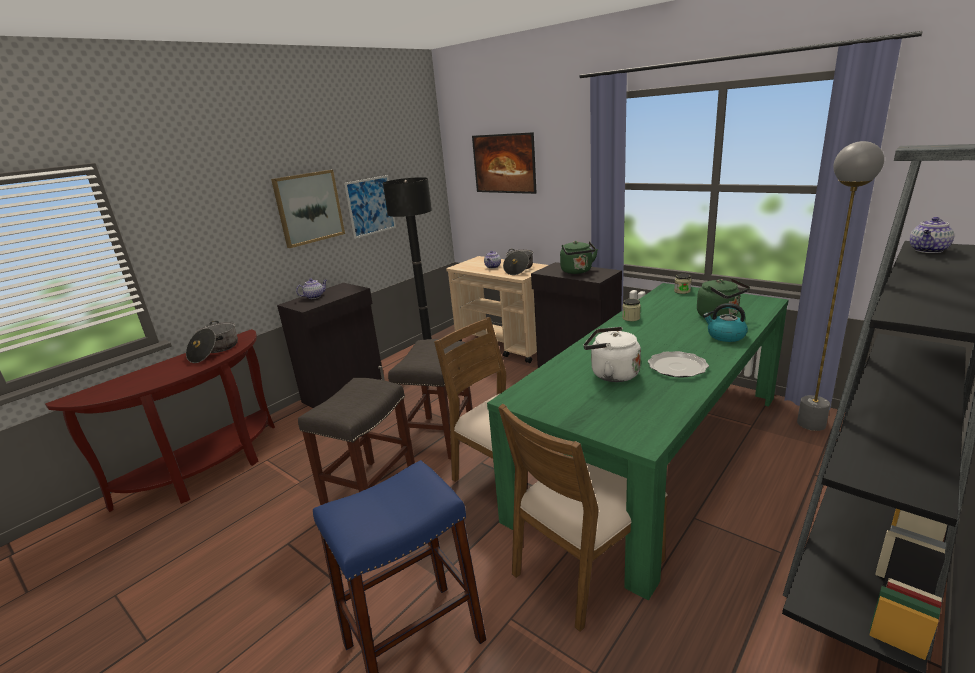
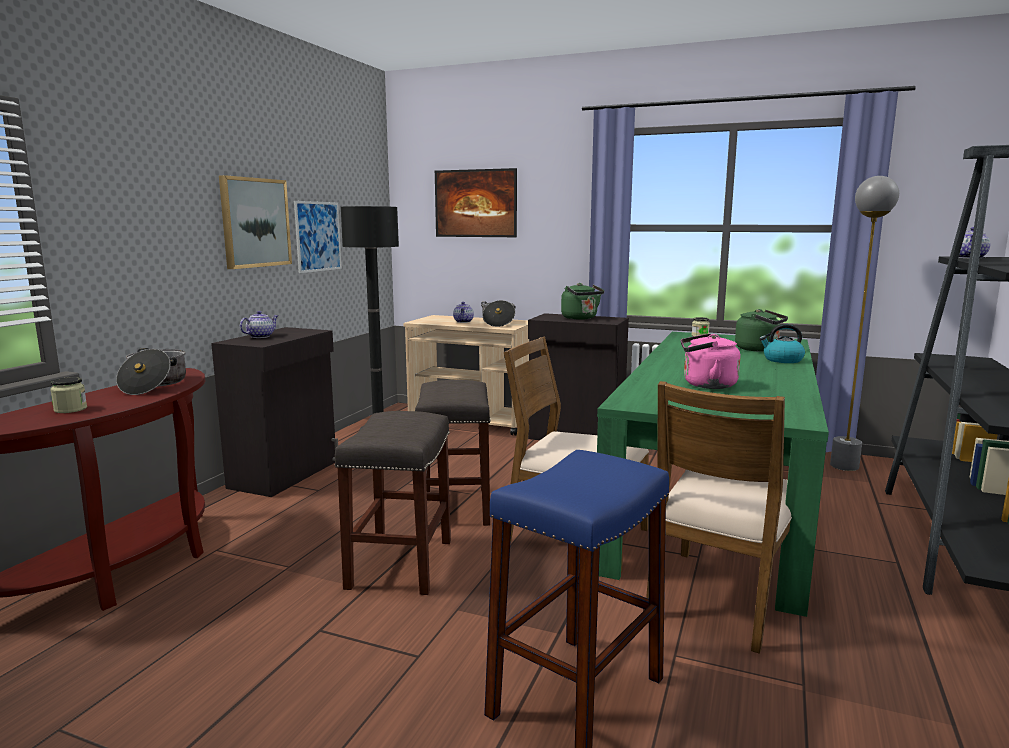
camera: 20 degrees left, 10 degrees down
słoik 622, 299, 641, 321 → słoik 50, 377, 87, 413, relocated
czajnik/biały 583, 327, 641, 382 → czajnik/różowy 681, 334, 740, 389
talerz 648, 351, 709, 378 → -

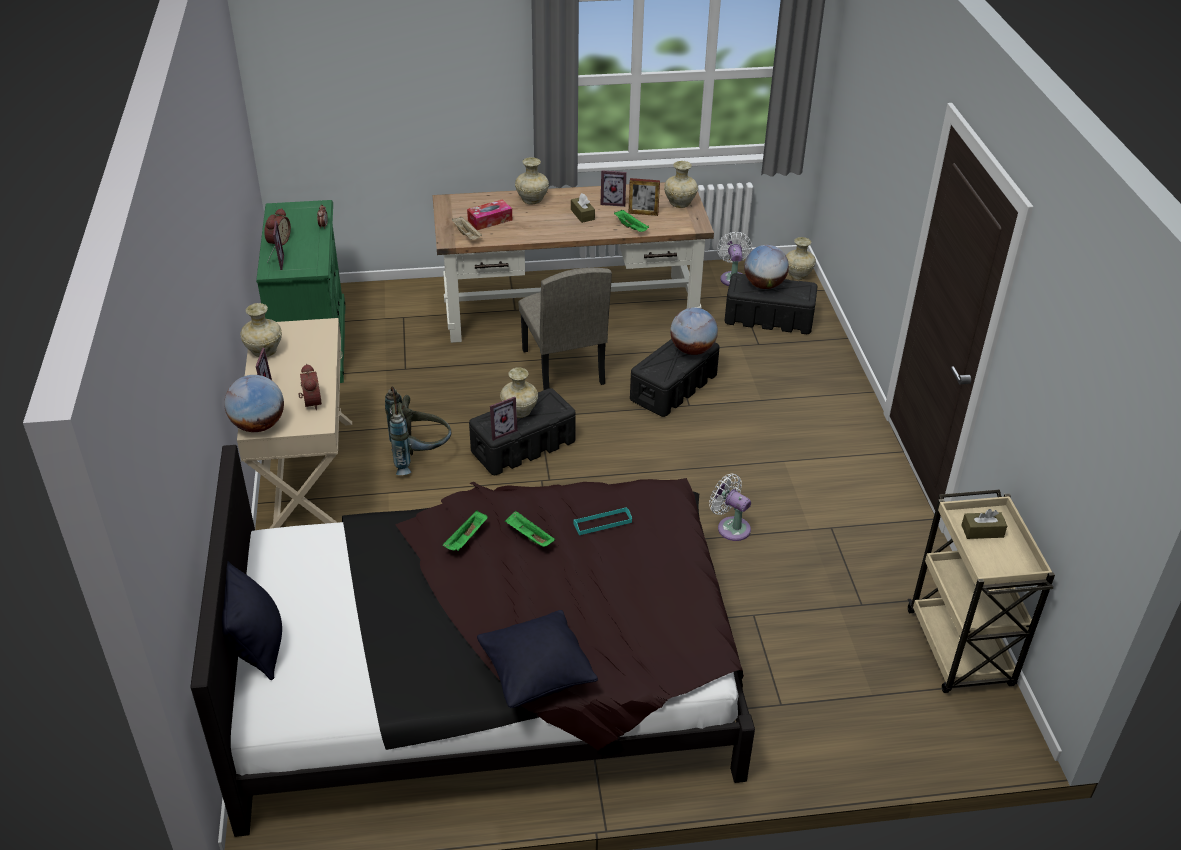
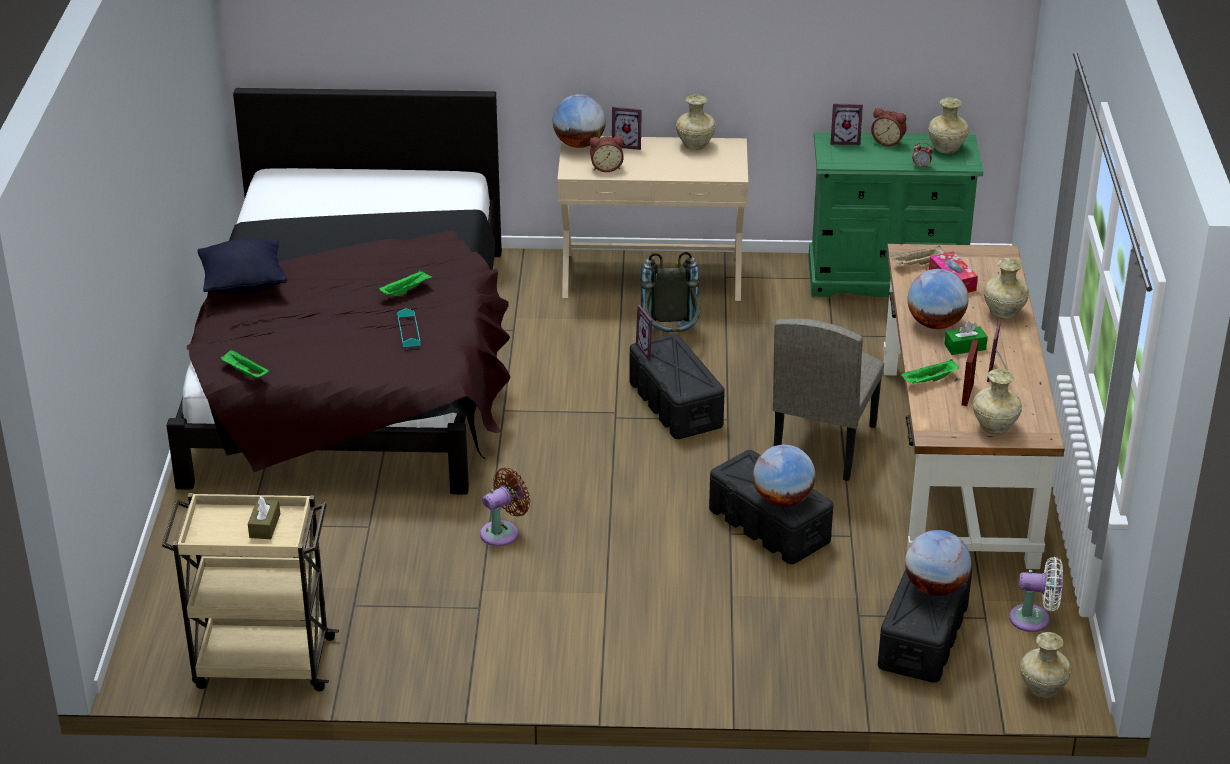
camera: 100 degrees right, 5 degrees down
pudełko chusteczek/brązowy 571, 193, 595, 223 → pudełko chusteczek/zielony 944, 321, 988, 355
krzesło/beżowy 518, 268, 612, 390 → krzesło/beżowy 773, 319, 884, 481, 60 degrees counterclockwise
wazon/beżowy 500, 367, 538, 418 → wazon/beżowy 928, 97, 969, 154, relocated
wentylator/biały 709, 474, 751, 541 → wentylator/brązowy 480, 468, 530, 546
taca/zielony 443, 510, 488, 551 → taca/zielony 220, 349, 269, 378, relocated
poduszka/czarny 222, 561, 282, 680 → -
- → globus 908, 269, 969, 329

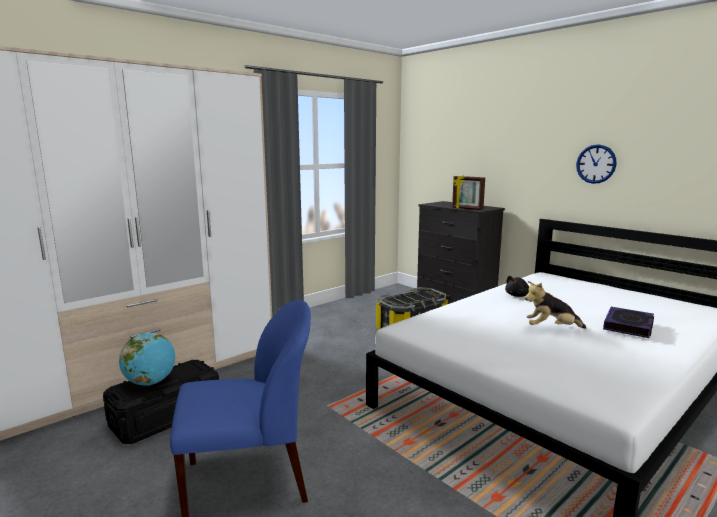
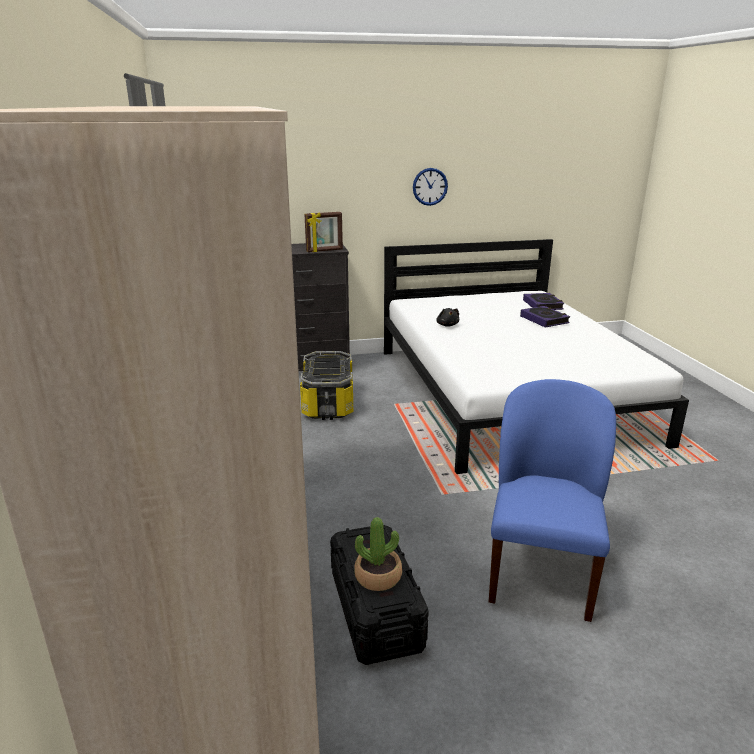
camera: 60 degrees left, 10 degrees up
pluszak 525, 281, 586, 329 → -
globus 119, 332, 175, 386 → roślina doniczkowa 354, 517, 402, 591
- → książka 523, 293, 564, 310

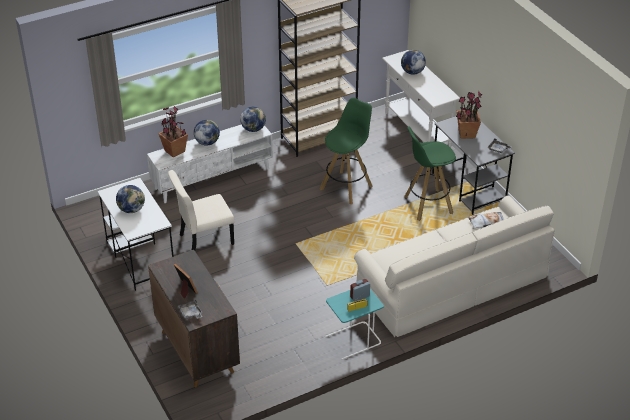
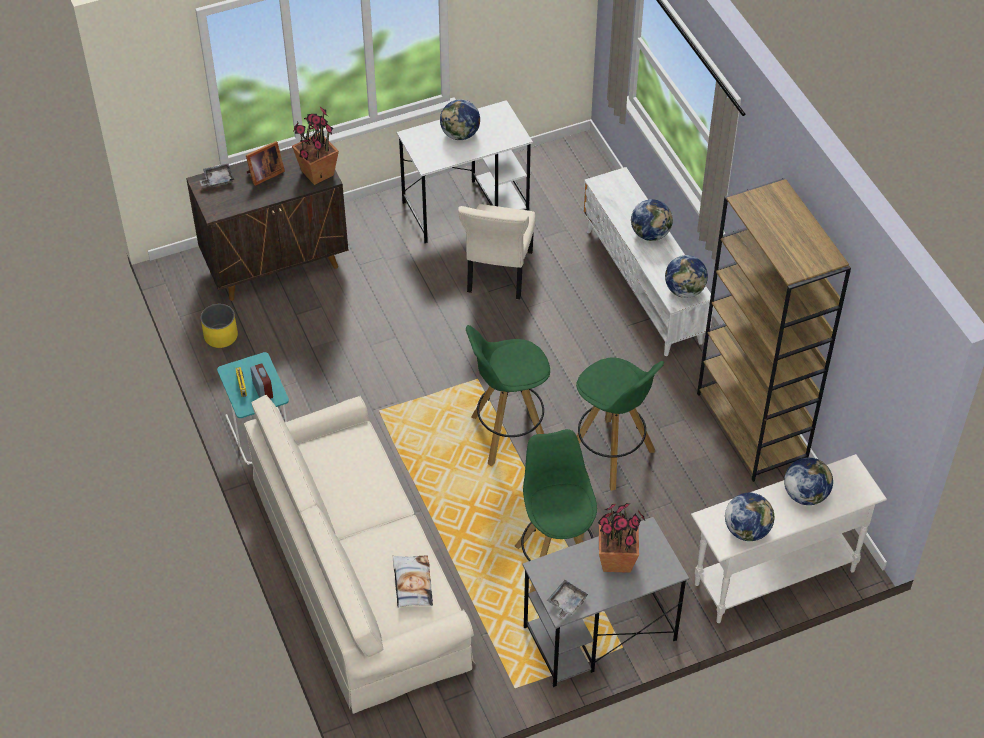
camera: 95 degrees right, 10 degrees up
roślina doniczkowa 158, 106, 188, 157 → roślina doniczkowa 292, 107, 339, 185, relocated
krzesło/beżowy 168, 170, 234, 250 → krzesło/beżowy 458, 204, 536, 300, 150 degrees counterclockwise
- → donica/żółty 201, 304, 238, 348
- → stołek/zielony 466, 325, 550, 467
- → globus 725, 493, 774, 541

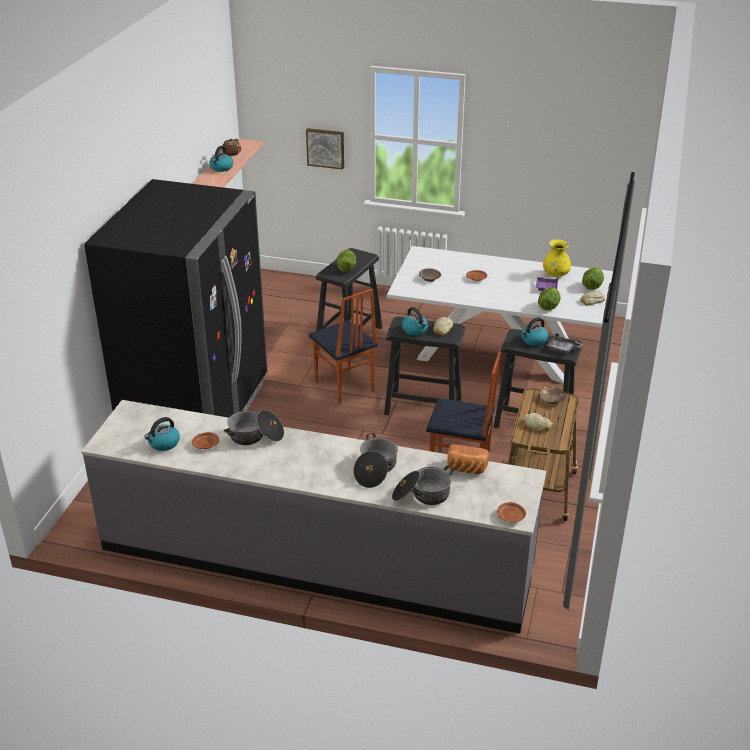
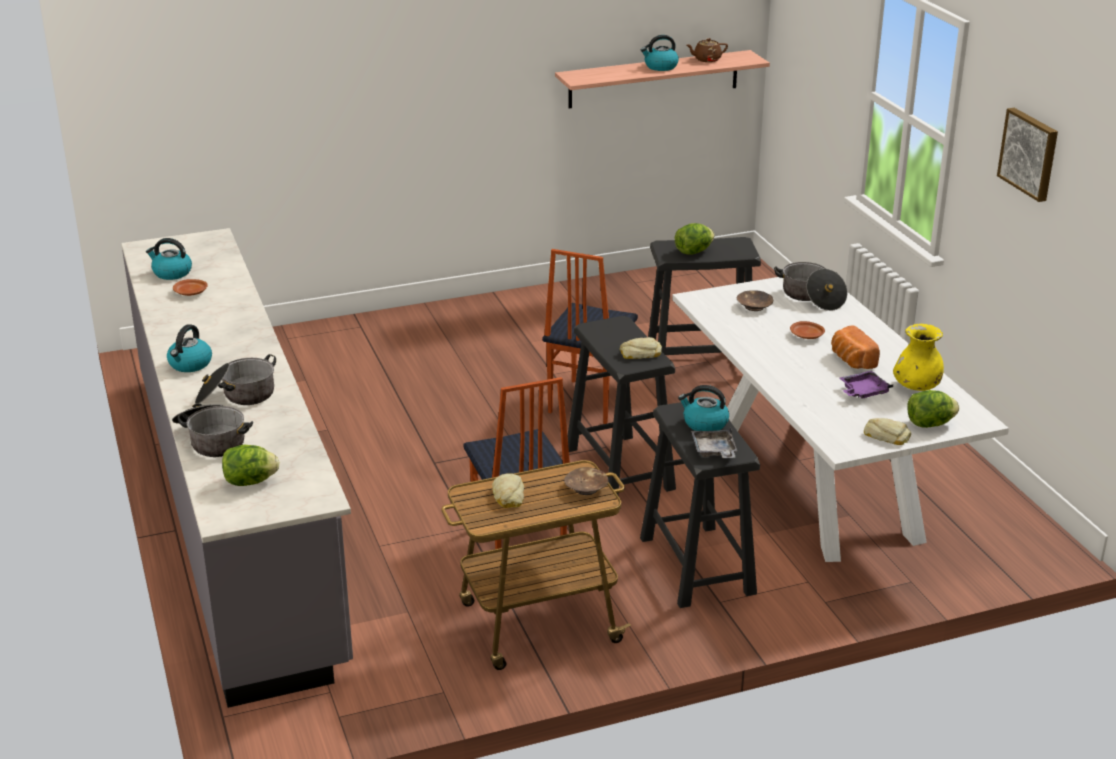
camera: 55 degrees right, 5 degrees down
obraz 306, 128, 344, 169 → obraz 997, 108, 1058, 202, relocated
lodówka/czarny 84, 179, 268, 418 → -
sałata 538, 287, 561, 310 → sałata 222, 445, 280, 486, relocated
czajnik 402, 307, 428, 336 → czajnik 167, 324, 212, 372, relocated
garnek 224, 410, 284, 445 → garnek 774, 262, 847, 311, relocated
chleb 448, 444, 489, 474 → chleb 831, 325, 880, 369, relocated
talerz/brązowy 497, 502, 526, 522 → -

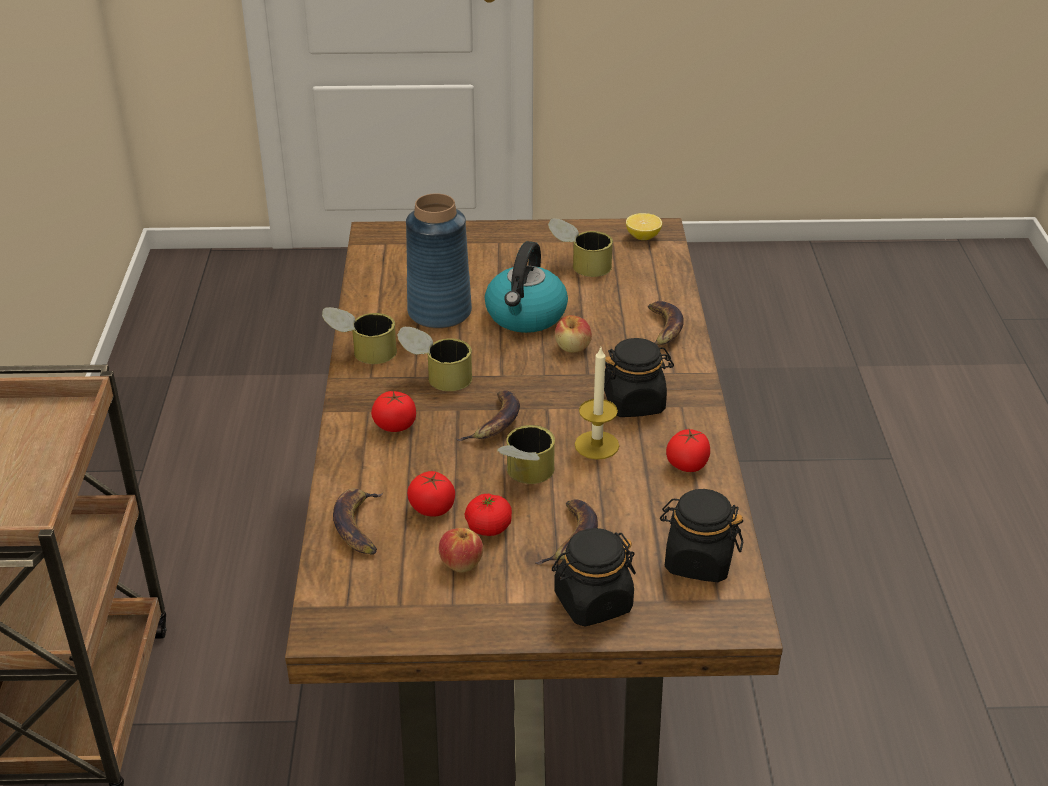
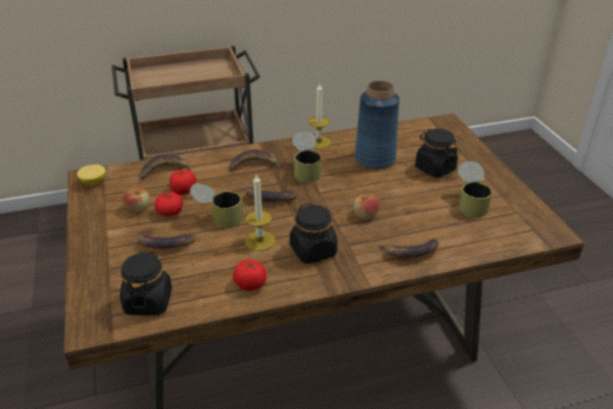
camera: 75 degrees right, 0 degrees up
cytryna 626, 213, 662, 240 → cytryna 77, 164, 105, 185, relocated
czajnik 485, 241, 568, 333 → -
puszka 322, 307, 397, 364 → świeca 309, 83, 331, 149
pomidor 371, 391, 416, 432 → banan 229, 150, 280, 171
słoik/czarny 552, 528, 636, 626 → słoik/czarny 415, 129, 458, 178, relocated

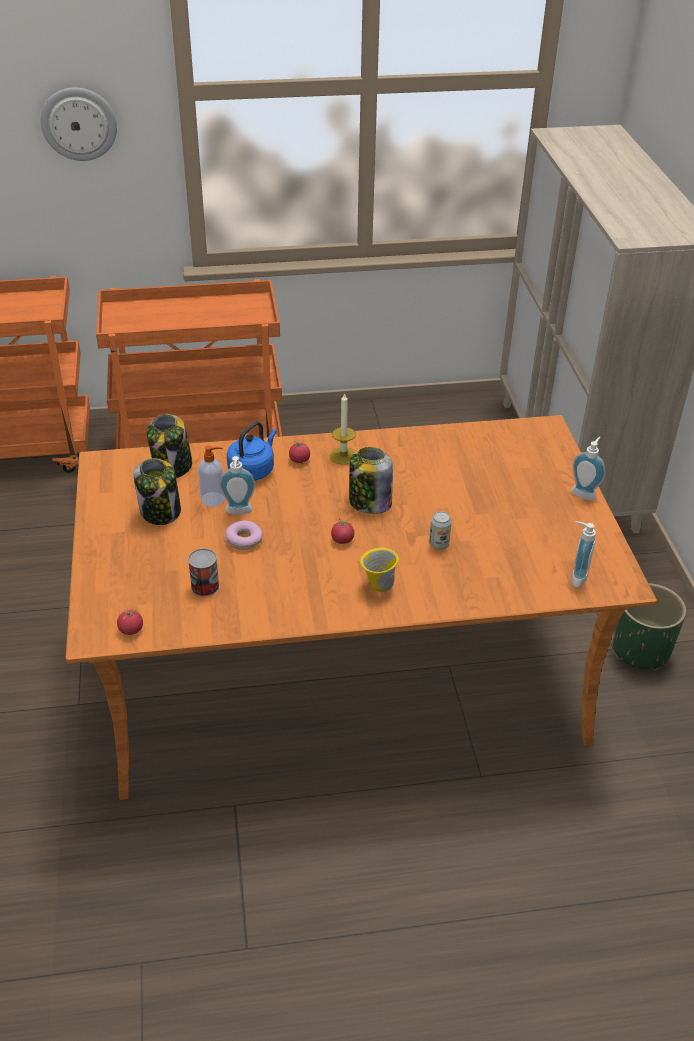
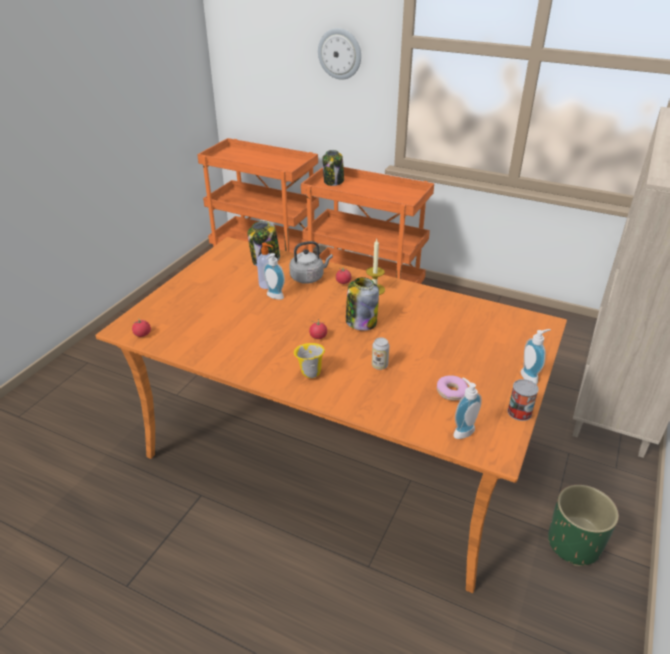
camera: 35 degrees right, 5 degrees down
czajnik/niebieski 227, 421, 277, 480 → czajnik/szary 289, 241, 333, 284
słoik 134, 458, 181, 525 → słoik 322, 150, 344, 186, relocated
donut 225, 521, 263, 550 → donut 437, 375, 468, 400, relocated
puszka 188, 548, 219, 597 → puszka 507, 379, 539, 421, relocated

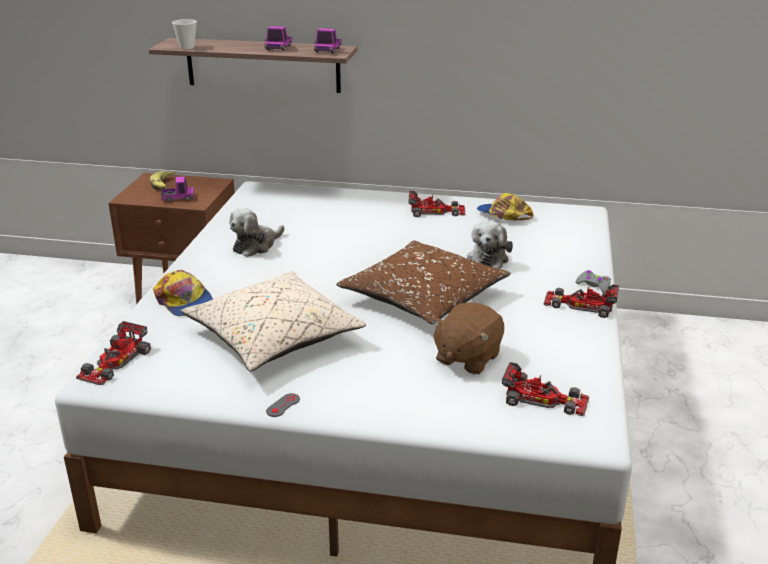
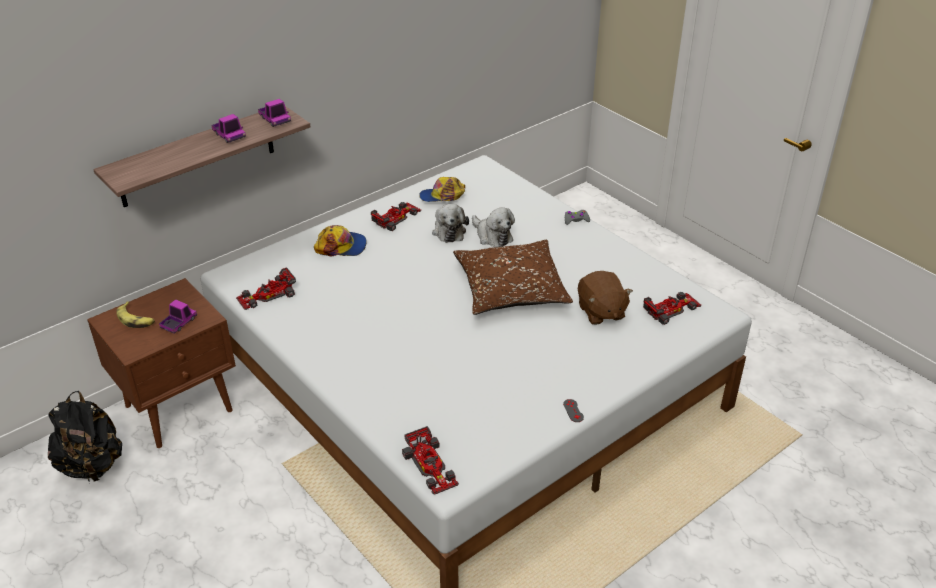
camera: 50 degrees left, 10 degrees up
filiżanka 172, 19, 197, 49 → -
pluszak 229, 208, 285, 257 → pluszak 432, 204, 469, 243, relocated
czapka z daszkiem 153, 270, 213, 316 → czapka z daszkiem 314, 225, 367, 256, relocated
poduszka/beżowy 181, 271, 366, 372 → -
samochodzik 543, 284, 619, 318 → samochodzik 236, 267, 296, 310, relocated
- → plecak/czarny 48, 391, 122, 484

